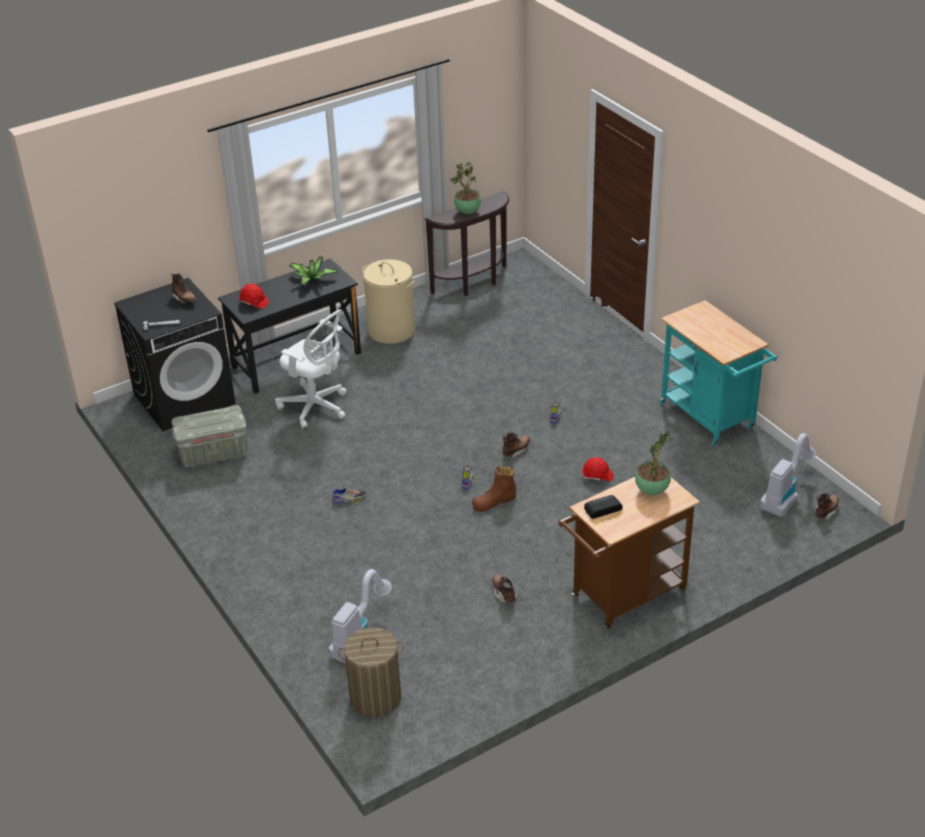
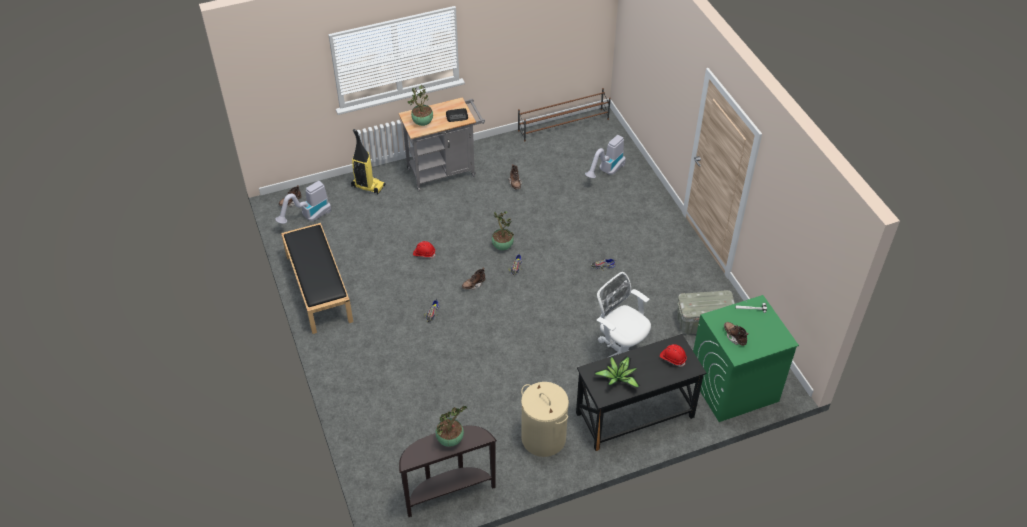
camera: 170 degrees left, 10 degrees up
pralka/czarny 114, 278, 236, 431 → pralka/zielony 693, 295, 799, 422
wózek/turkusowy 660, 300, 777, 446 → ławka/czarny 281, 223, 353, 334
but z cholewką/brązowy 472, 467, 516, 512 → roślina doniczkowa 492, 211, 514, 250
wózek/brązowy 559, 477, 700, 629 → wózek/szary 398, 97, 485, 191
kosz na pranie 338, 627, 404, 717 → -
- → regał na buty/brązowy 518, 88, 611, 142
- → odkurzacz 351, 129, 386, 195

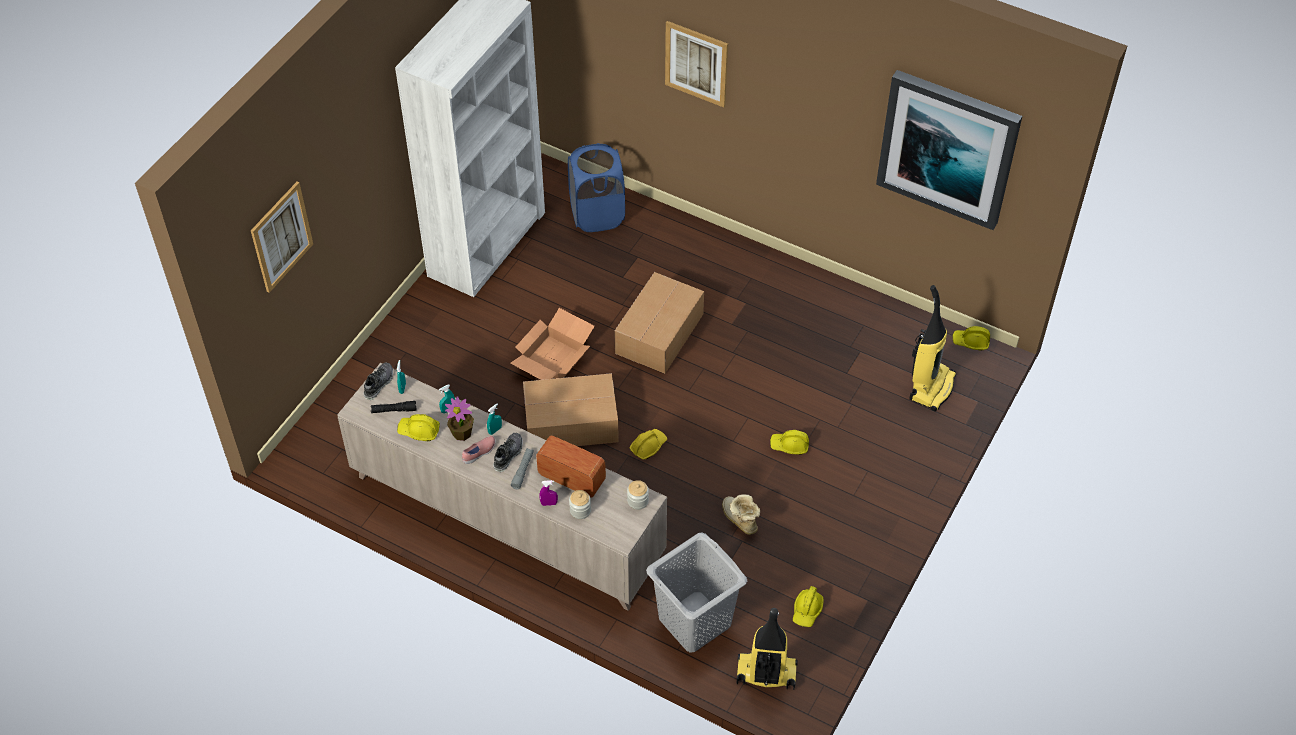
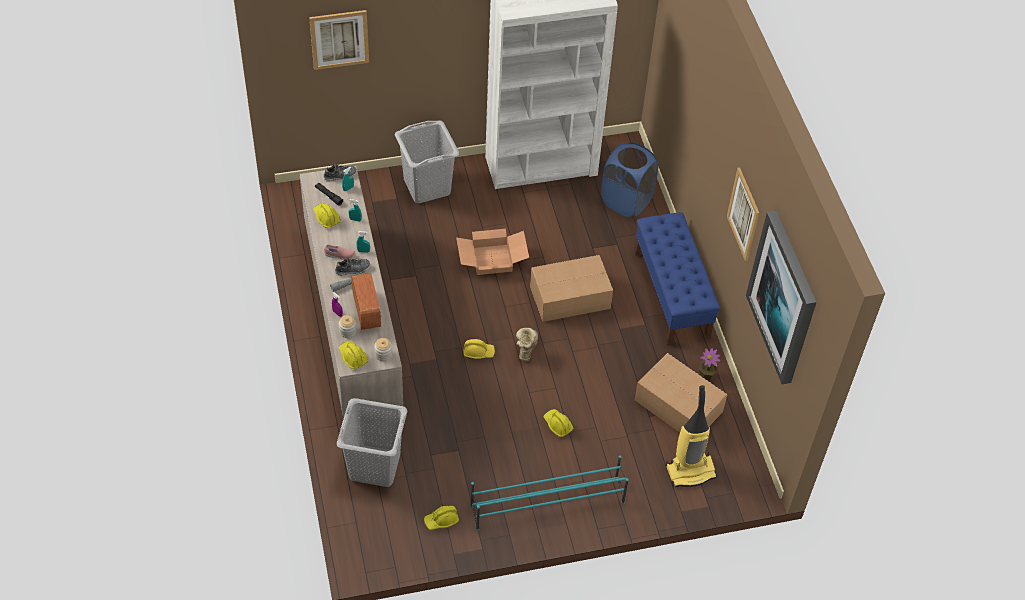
camera: 45 degrees right, 0 degrees up
obraz 665, 21, 728, 107 → obraz 727, 168, 759, 261, relocated
kask/żółty 952, 326, 990, 351 → kask/żółty 338, 341, 368, 369, relocated
karton 523, 373, 619, 446 → karton 635, 353, 727, 433, relocated
roślina doniczkowa 445, 396, 474, 441 → roślina doniczkowa 699, 348, 721, 382, relocated
but z cholewką 722, 494, 760, 535 → but z cholewką 516, 328, 538, 361, relocated
odkurzacz 737, 608, 798, 690 → -
- → kosz na pranie/szary 395, 120, 459, 203
- → ławka/niebieski 634, 212, 720, 346
- → regał na buty/turkusowy 470, 456, 629, 531

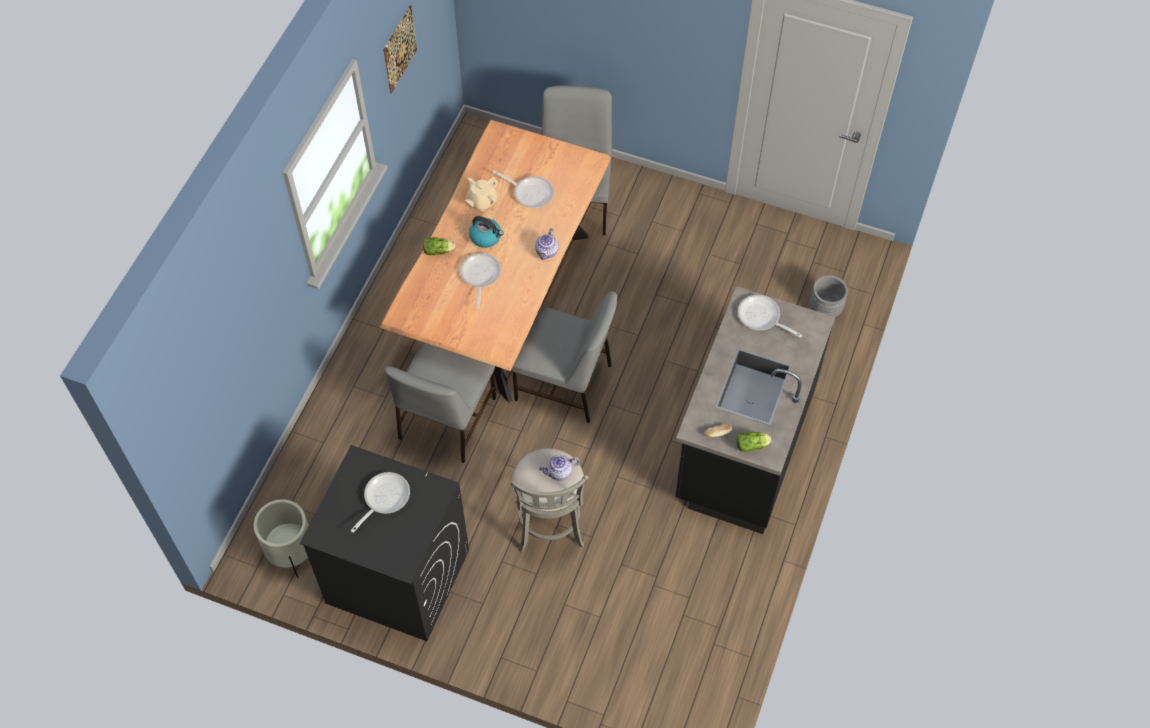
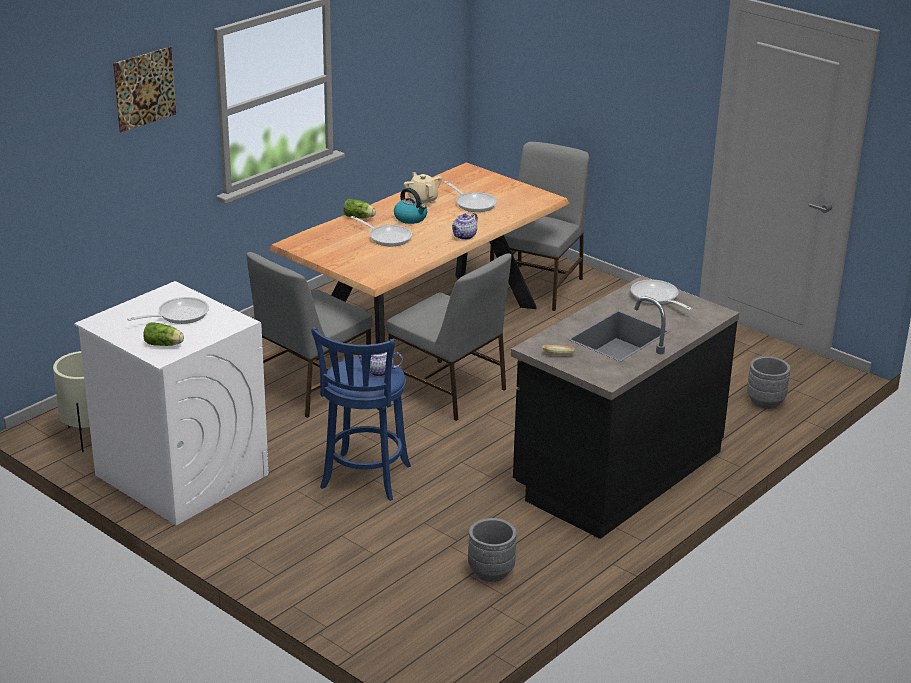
camera: 20 degrees right, 30 degrees down
obraz 383, 5, 417, 94 → obraz 113, 47, 176, 133, relocated
imbryk/beżowy 465, 177, 499, 211 → imbryk/beżowy 404, 172, 442, 203, 90 degrees clockwise
patelnia 460, 253, 501, 309 → patelnia 350, 216, 413, 246, 105 degrees clockwise
sałata 736, 432, 771, 452 → sałata 143, 322, 184, 346, relocated
pralka/czarny 300, 445, 469, 641 → pralka/biały 74, 281, 269, 525
stołek/szary 511, 448, 589, 552 → stołek/niebieski 311, 327, 411, 501
- → donica/szary 468, 518, 516, 582

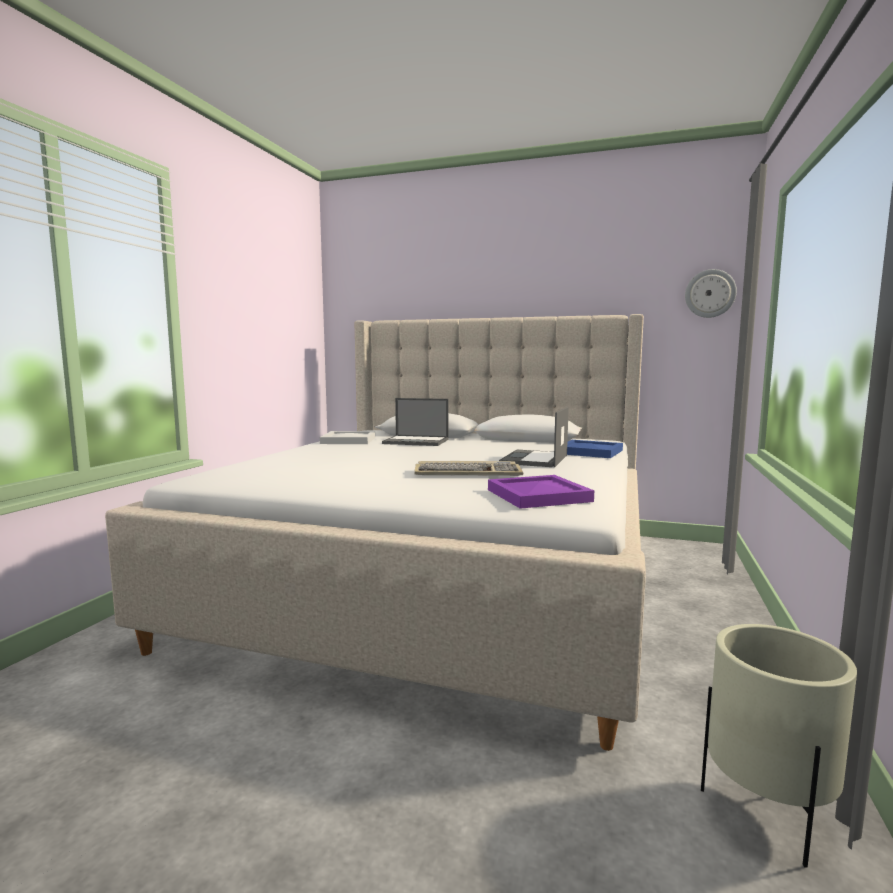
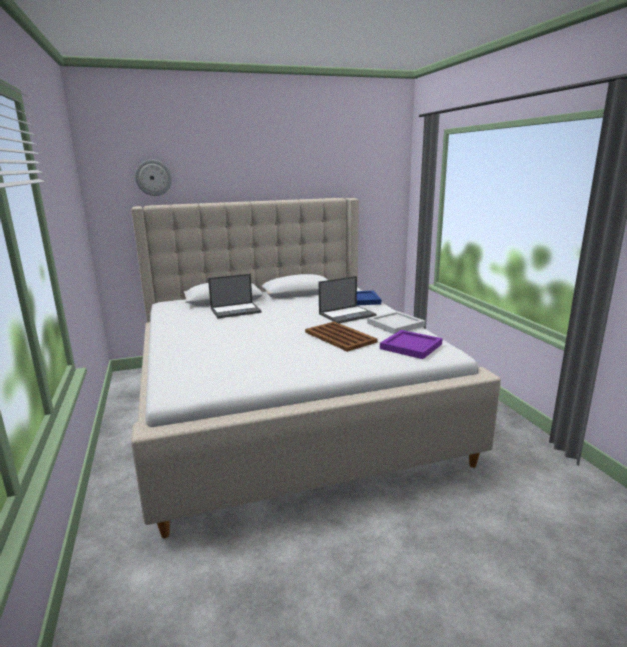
camera: 35 degrees left, 10 degrees up
zegar ścienny 685, 269, 737, 318 → zegar ścienny 135, 159, 172, 196, relocated
laptop 499, 407, 569, 467 → laptop 319, 276, 376, 323, 105 degrees counterclockwise
taca/biały 320, 431, 375, 444 → taca/biały 367, 311, 425, 334, relocated
klawiatura 414, 461, 523, 476 → taca/brązowy 305, 322, 378, 352
donica/beżowy 701, 624, 857, 868 → -

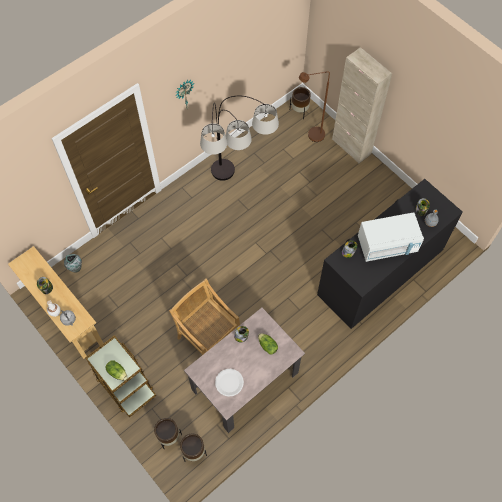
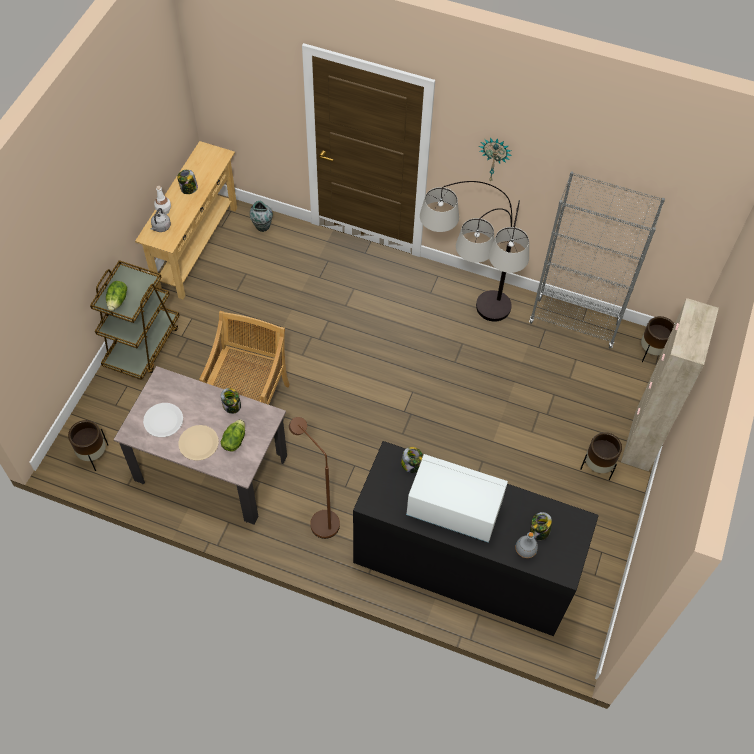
camera: 60 degrees right, 5 degrees down
lampa stojąca/brązowy 299, 71, 330, 142 → lampa stojąca/brązowy 289, 417, 340, 539, relocated
mikrofalówka/biały 358, 212, 424, 262 → mikrofalówka/biały 406, 454, 508, 542, 150 degrees clockwise
donica/brązowy 154, 418, 182, 449 → donica/brązowy 580, 432, 622, 480, relocated
- → regał/szary 529, 171, 665, 349
- → talerz/beżowy 178, 425, 219, 461

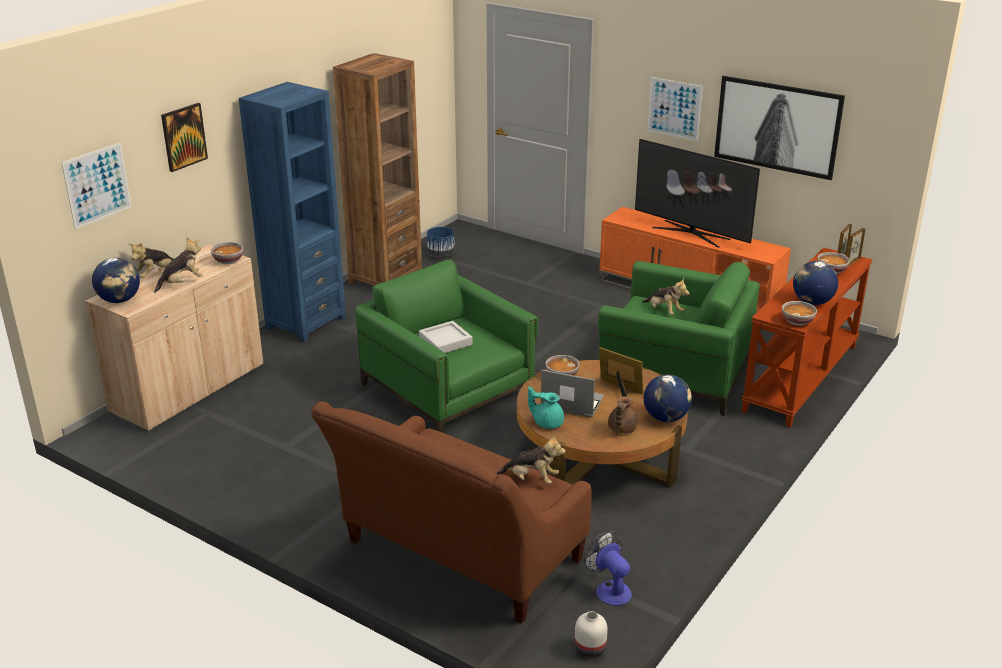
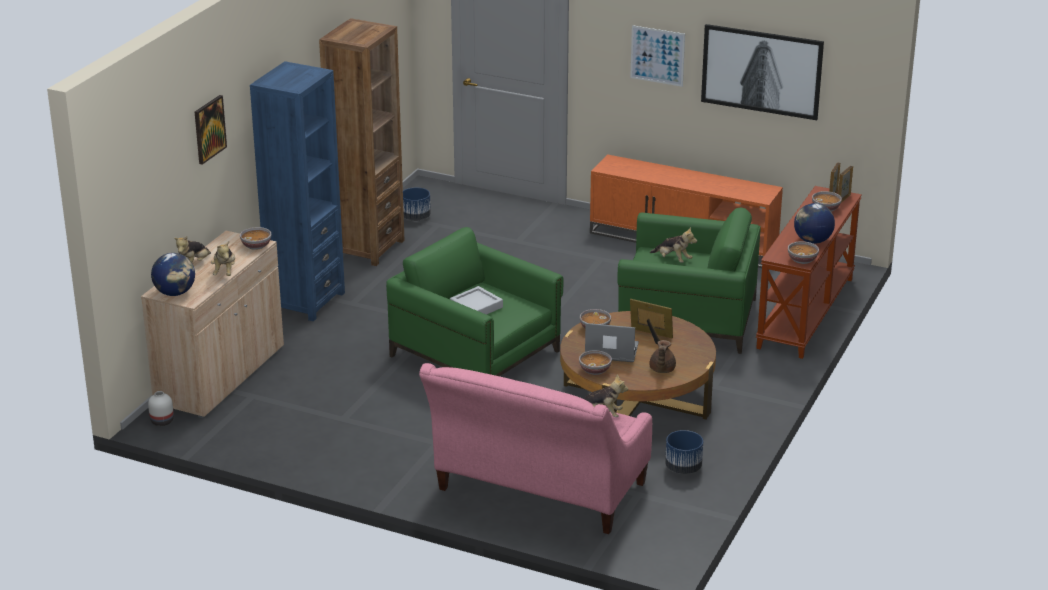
camera: 10 degrees left, 0 degrees up
telewizor 635, 139, 760, 248 → -
obraz 61, 142, 132, 229 → -
pluszak 154, 237, 203, 293 → pluszak 211, 242, 235, 276, 135 degrees clockwise
globus 644, 374, 692, 422 → -
imbryk/turkusowy 528, 386, 564, 429 → miska 579, 350, 612, 375
kanapa/brązowy 311, 402, 592, 624 → kanapa/różowy 419, 363, 652, 534
wentylator 584, 531, 632, 606 → -
wazon/biały 575, 611, 608, 658 → wazon/biały 148, 391, 174, 426, relocated
- → donica/niebieski 665, 430, 703, 474

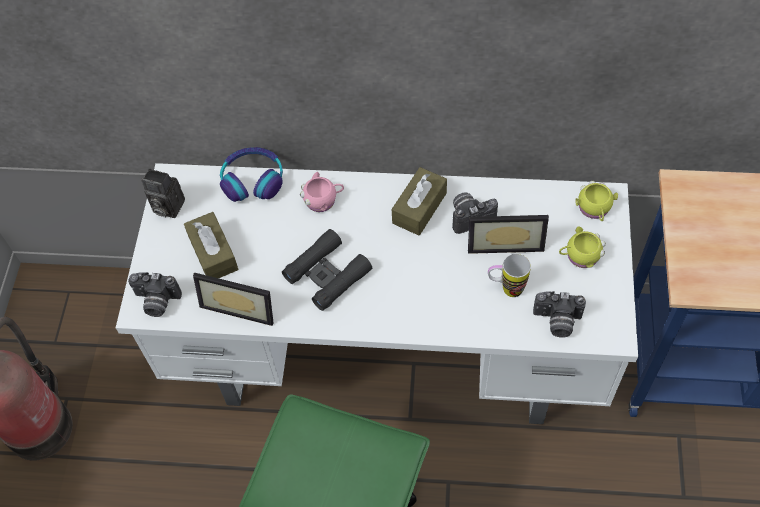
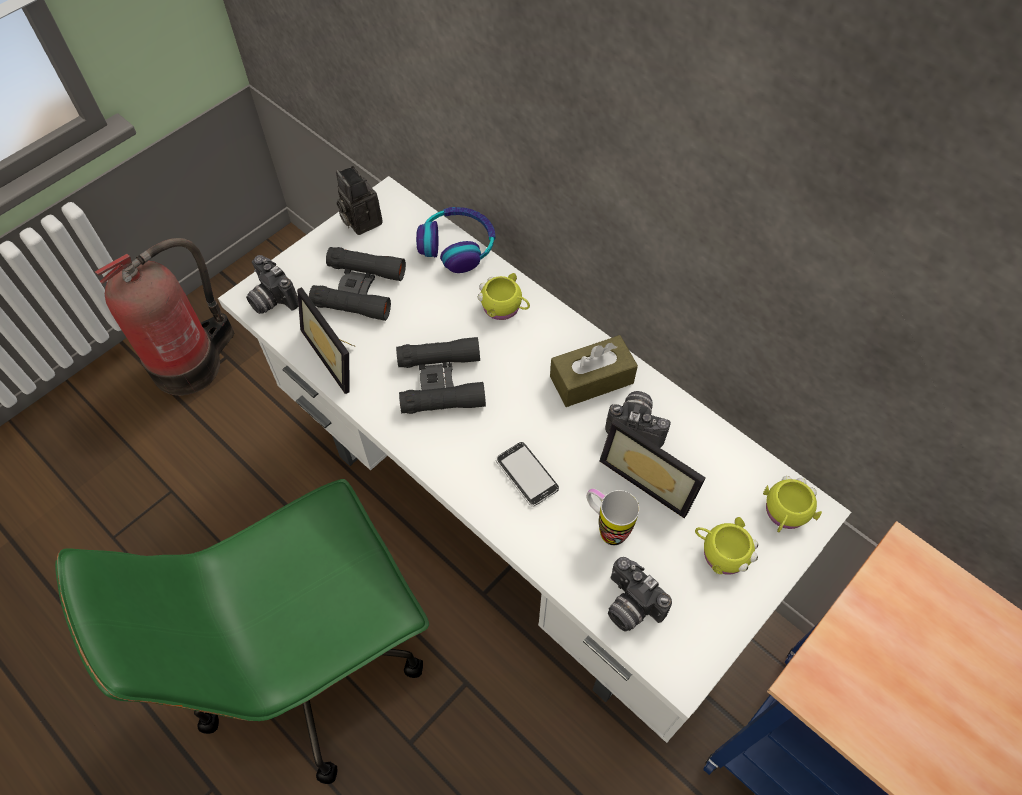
camera: 35 degrees right, 0 degrees up
kubek/różowy 300, 172, 344, 212 → kubek/żółty 478, 273, 530, 320
pudełko chusteczek/brązowy 184, 212, 238, 278 → lornetka/czarny 309, 247, 406, 321
- → telefon 496, 442, 559, 507

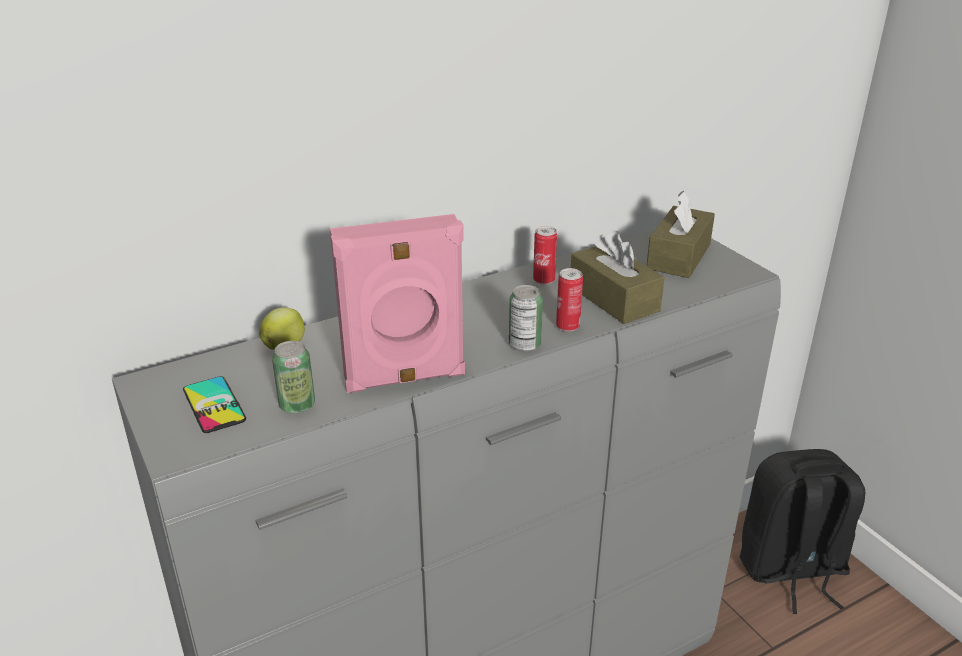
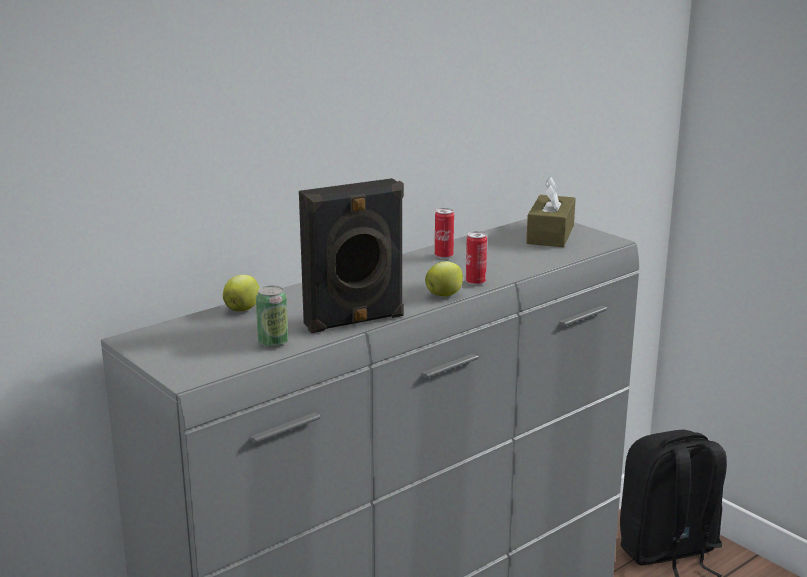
camera: 10 degrees left, 10 degrees down
głośnik/różowy 330, 214, 465, 393 → głośnik/czarny 299, 178, 404, 333
pudełko chusteczek/brązowy 571, 231, 665, 324 → -
puszka 509, 285, 543, 352 → jabłko 425, 261, 463, 296
telefon 183, 376, 246, 433 → -

